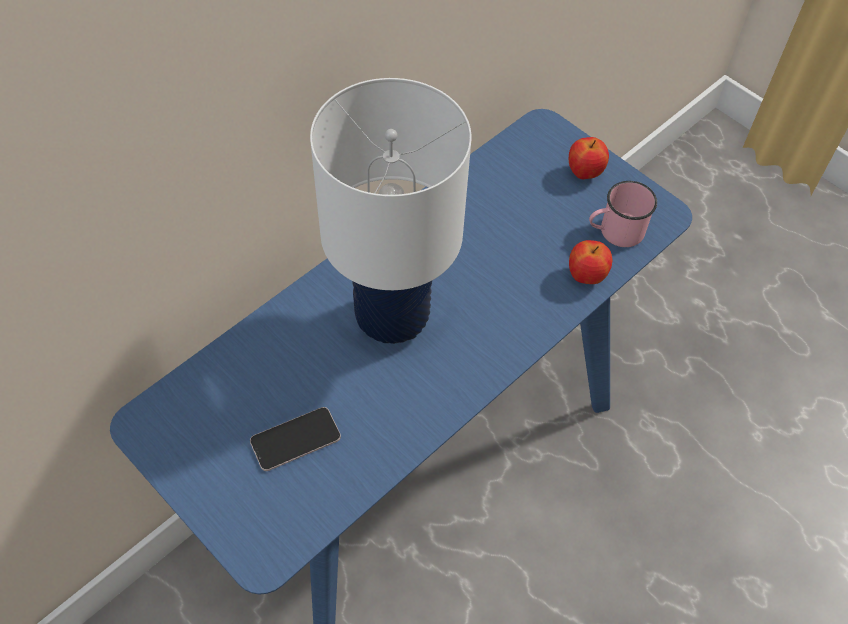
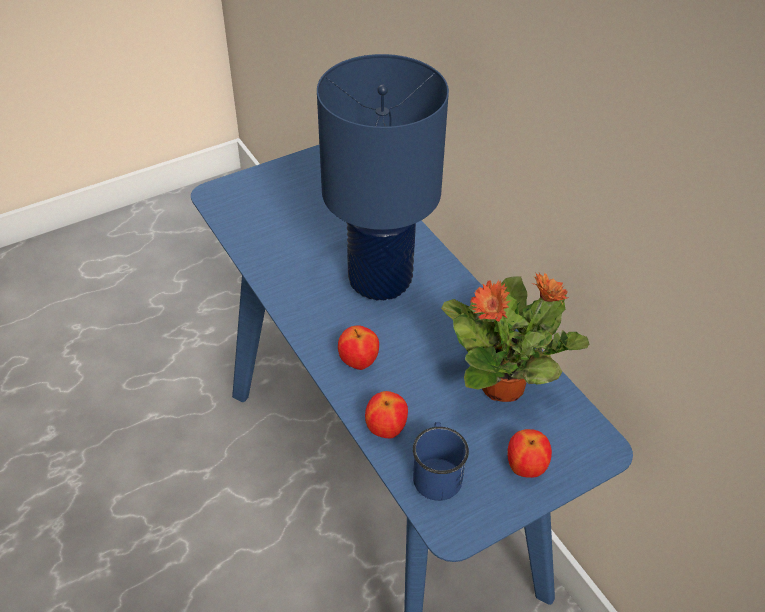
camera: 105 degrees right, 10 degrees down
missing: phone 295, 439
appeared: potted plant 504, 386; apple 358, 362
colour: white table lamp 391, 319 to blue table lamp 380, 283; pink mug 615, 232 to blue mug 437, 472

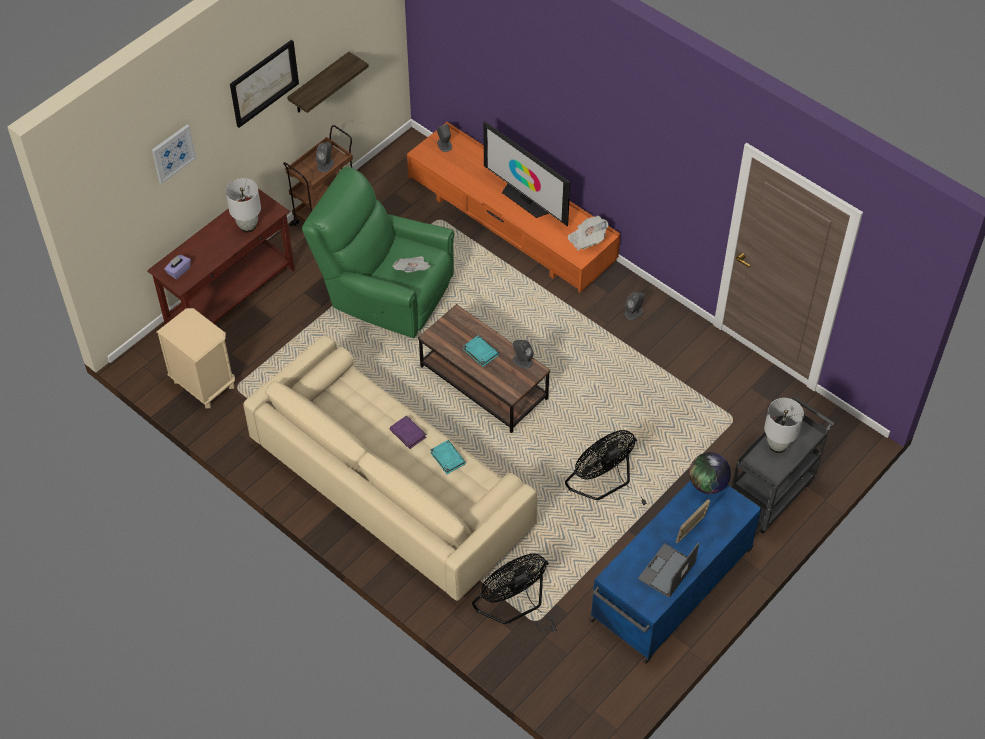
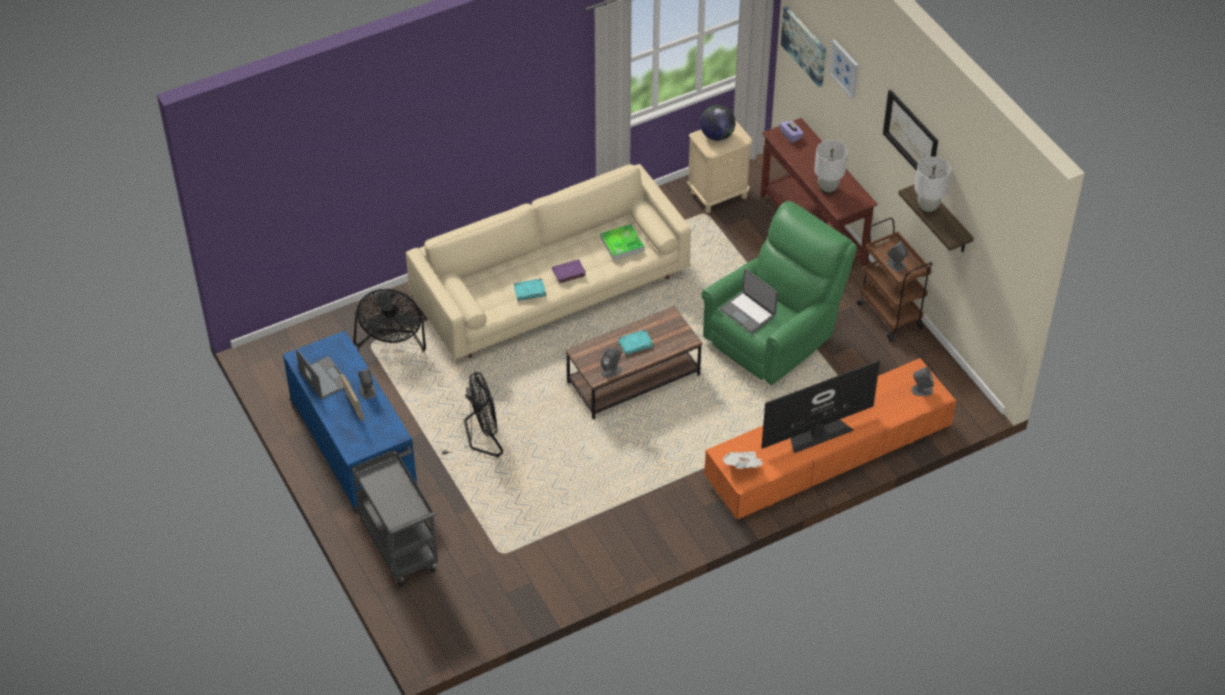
camera: 110 degrees right, 5 degrees down
appeared: picture 804, 45; tray 622, 244
relocated: grey speaker 634, 312 to 367, 391; white table lamp 778, 445 to 928, 208; globe 707, 484 to 717, 135
exchanged: newspaper 412, 271 to laptop 748, 312
spun: black fan 519, 606 = 391, 338 105 degrees clockwise

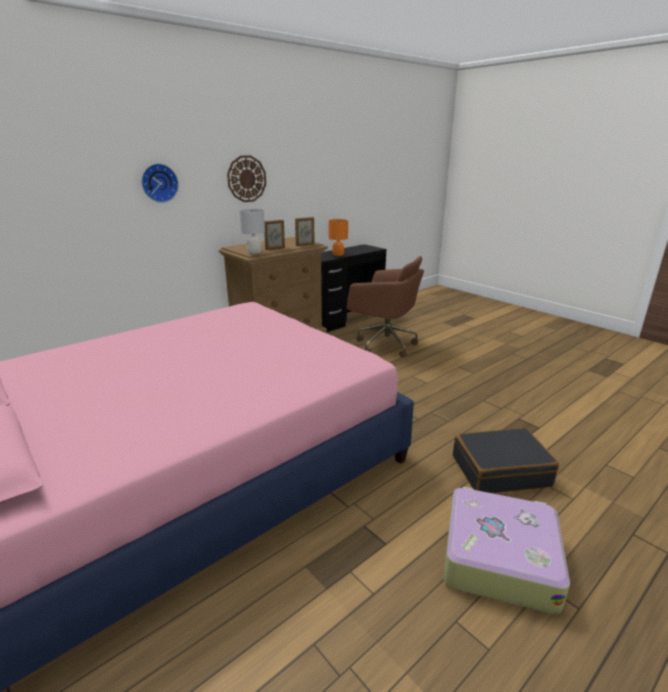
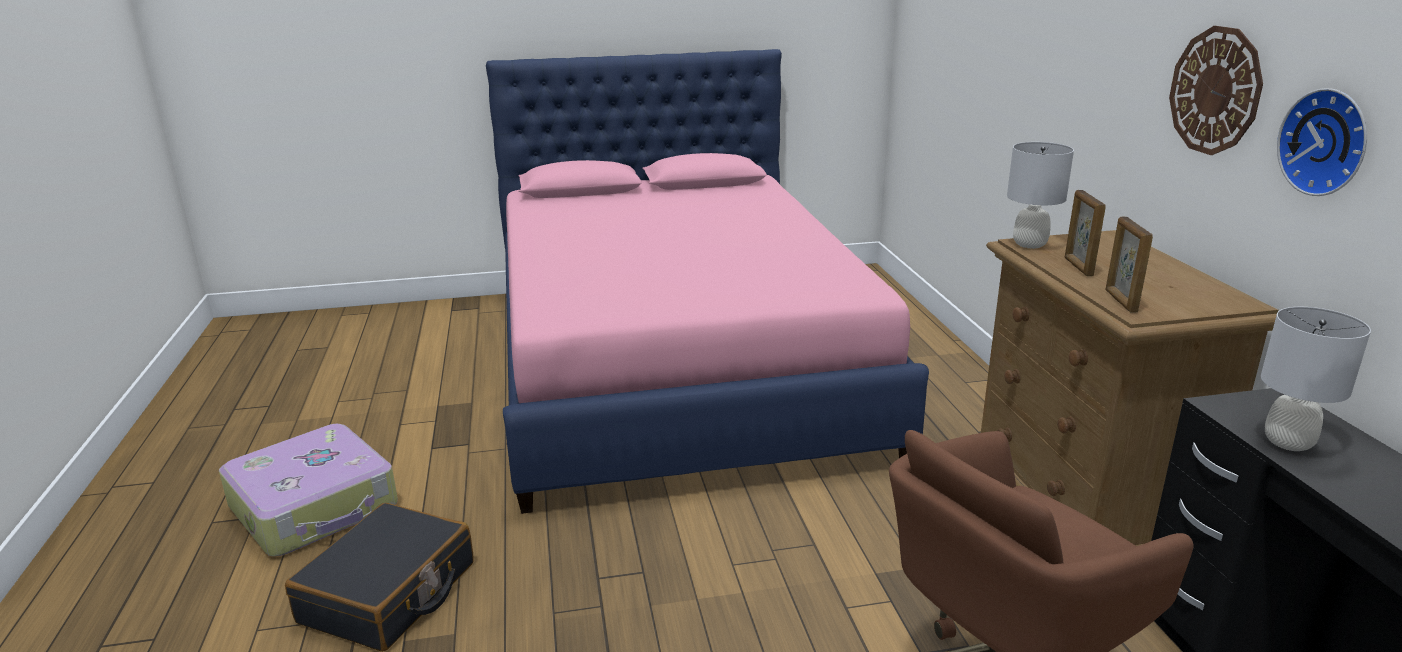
camera: 120 degrees right, 0 degrees up
relocated: wall clock 159, 183 to 1327, 142
colour: orange table lamp 338, 255 to grey table lamp 1290, 444

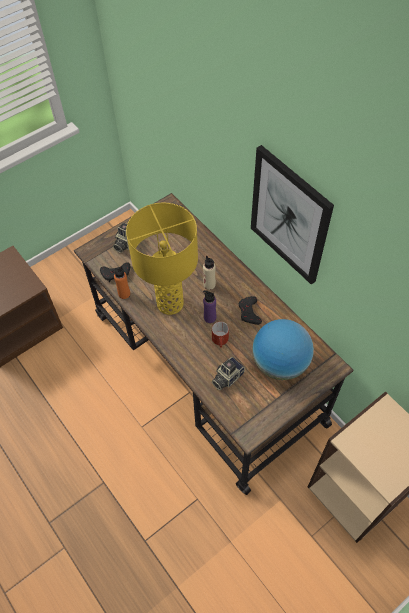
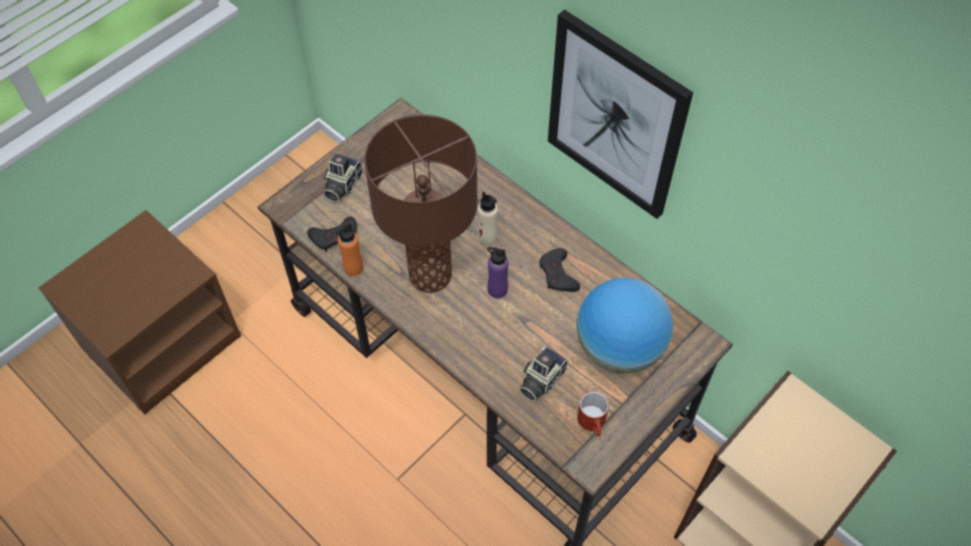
camera: 10 degrees left, 0 degrees up
relocated: red mug 221, 341 to 593, 423
colour: yellow table lamp 170, 304 to brown table lamp 430, 275

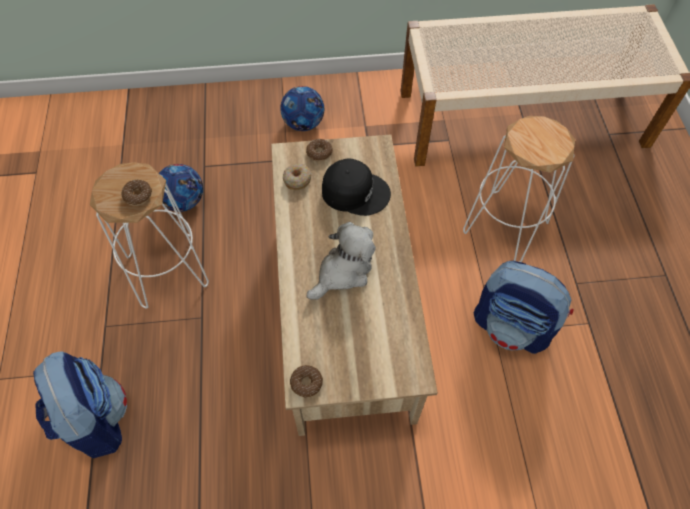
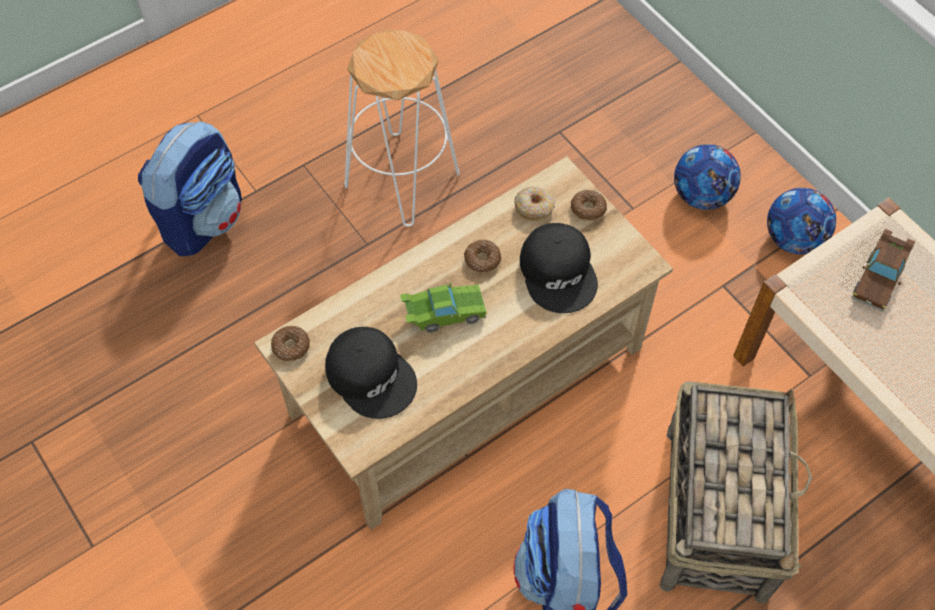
camera: 60 degrees right, 0 degrees up
appeared: brown toy car 878, 278; black cap 372, 375
relocated: football 184, 201 to 793, 239; donut 138, 195 to 482, 259
exchanged: white stool 504, 226 to basket 716, 510; plush toy 343, 271 to green toy car 444, 314

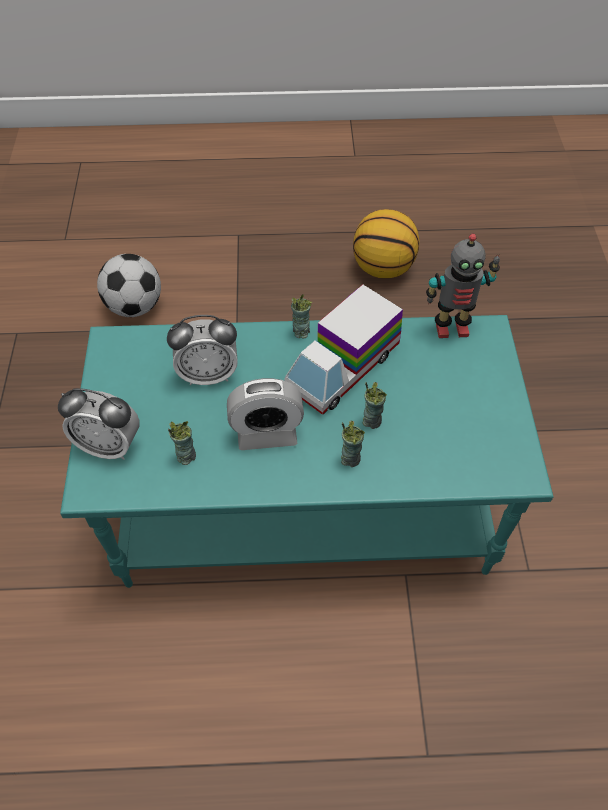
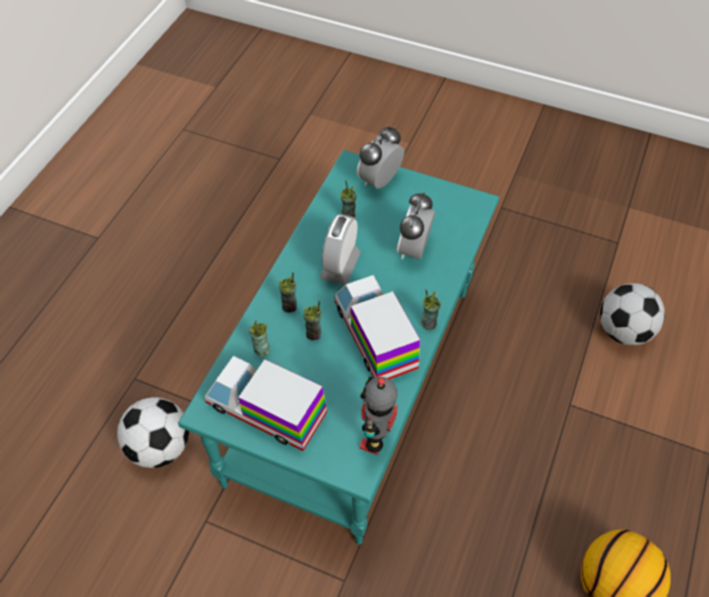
camera: 115 degrees right, 0 degrees up
appeared: cup 261, 350; toy truck 266, 410; football 160, 447

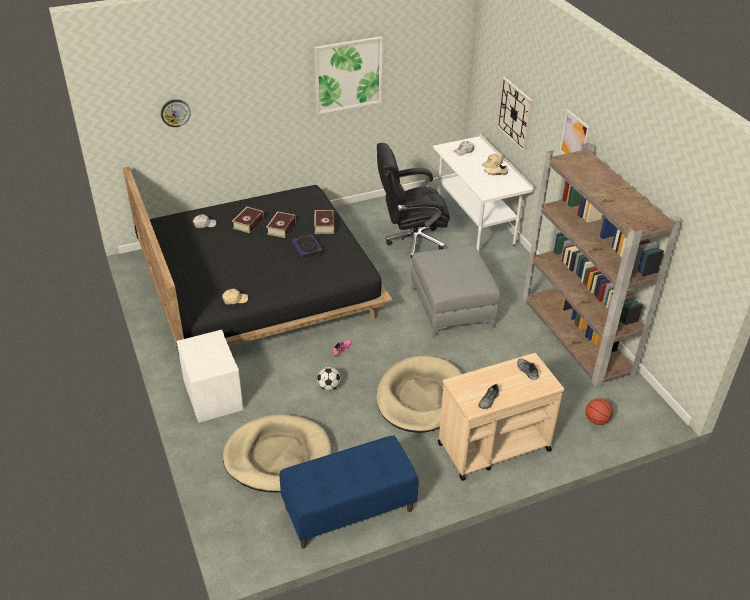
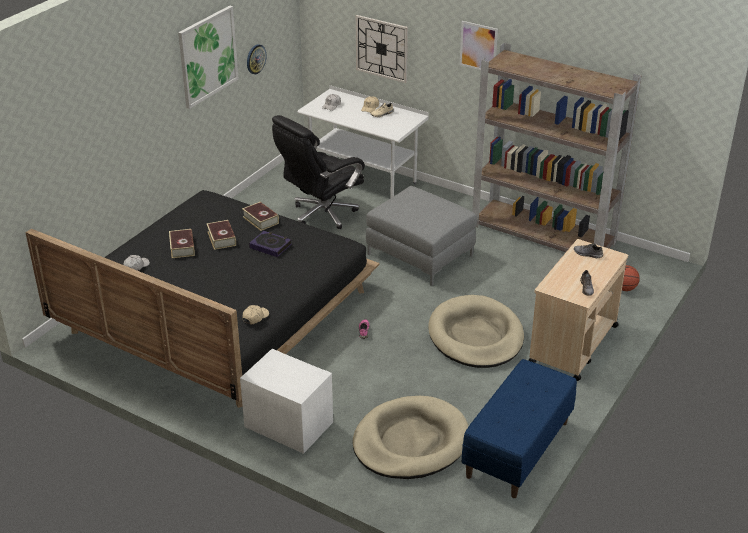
camera: 35 degrees left, 5 degrees down
missing: football 328, 387
relocated: wall clock 175, 112 to 255, 59

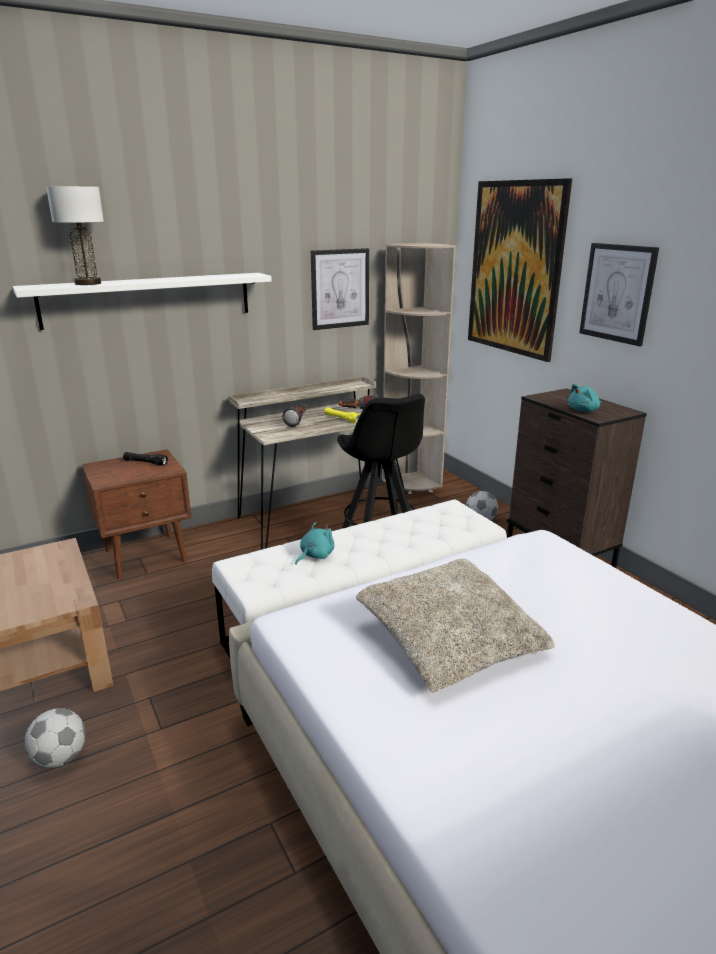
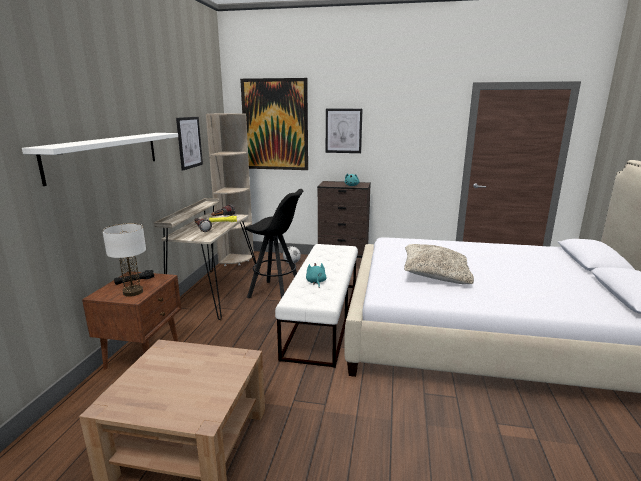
camera: 50 degrees left, 5 degrees down
missing: football 60, 757
relocated: table lamp 87, 283 to 132, 292

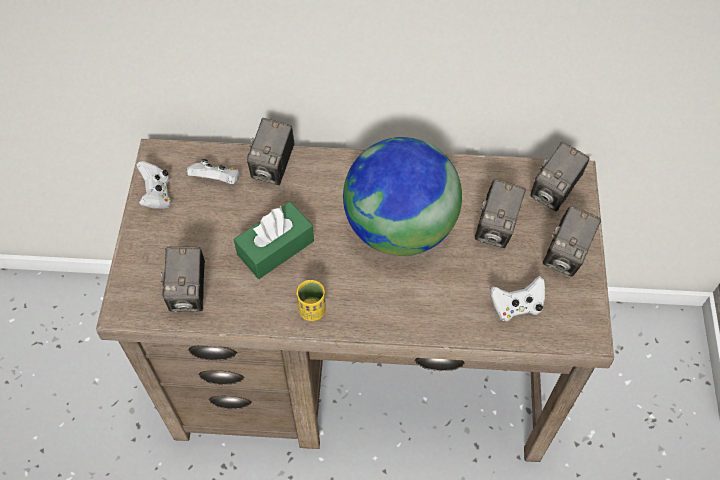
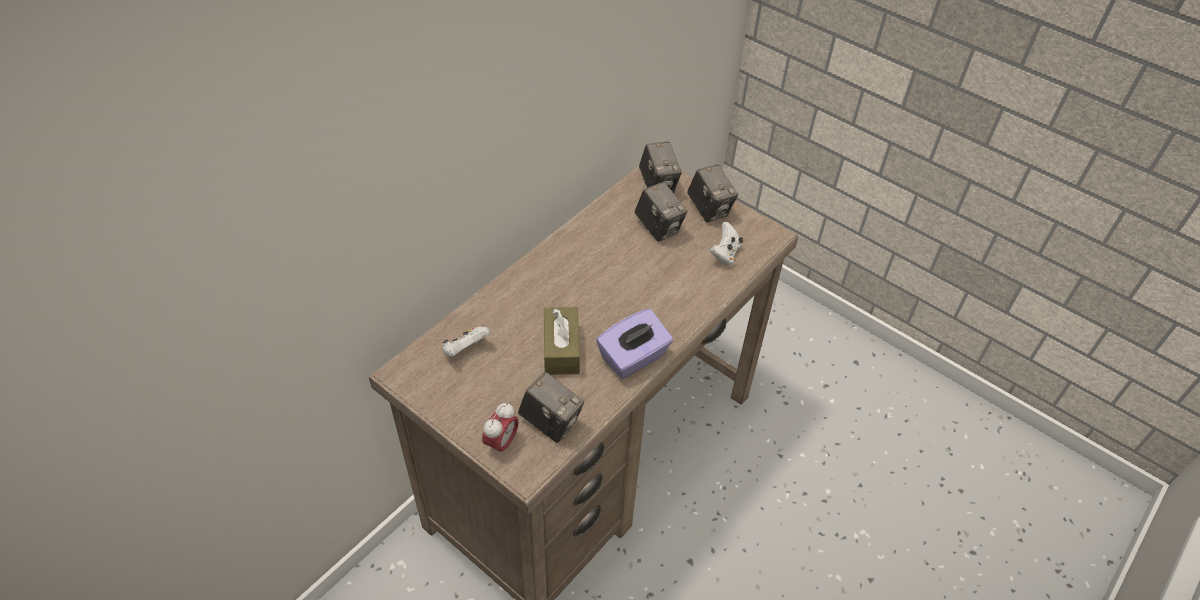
camera: 55 degrees left, 10 degrees down
missing: photo camera 273, 167; globe 400, 228; white game controller 157, 195
appeared: alarm clock 501, 443
exchanged: yellow cup 312, 310 to purple tissue box 633, 358
colour: green tissue box 275, 248 to brown tissue box 561, 349

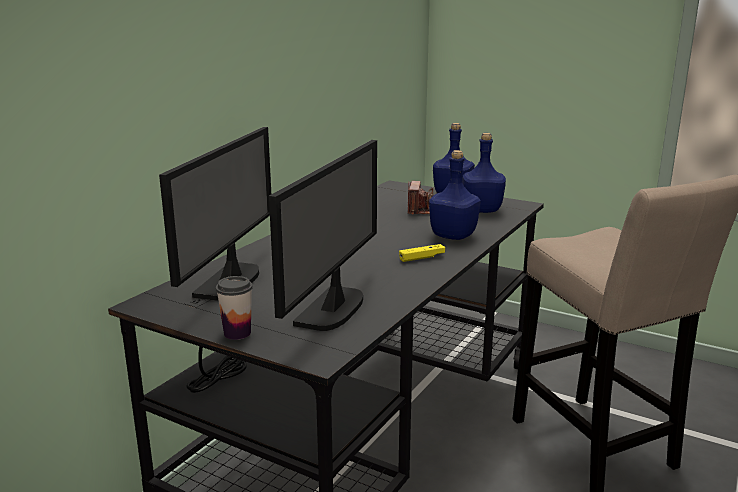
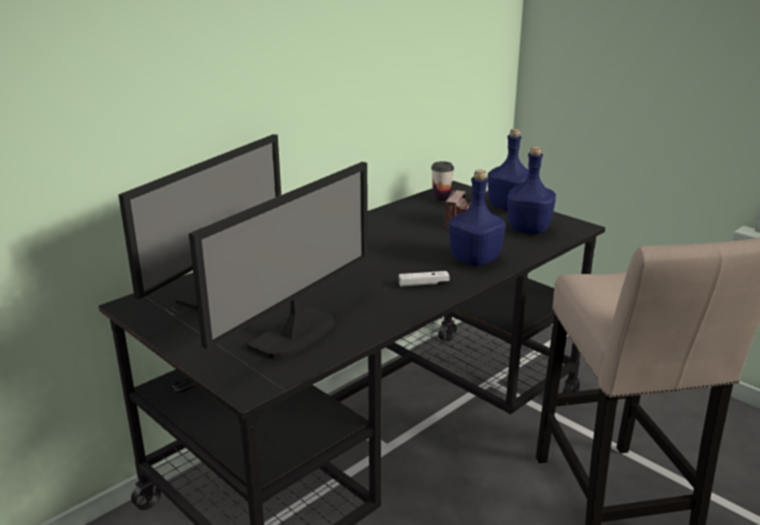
camera: 15 degrees right, 5 degrees up
relocated: cup 237, 333 to 441, 198
colour: yellow game controller 422, 258 to white game controller 423, 284

